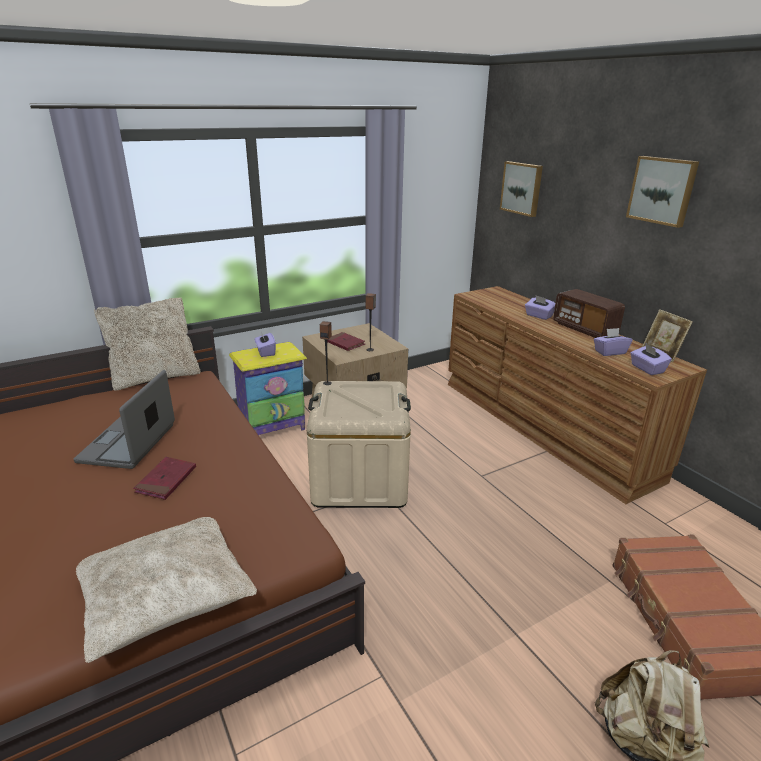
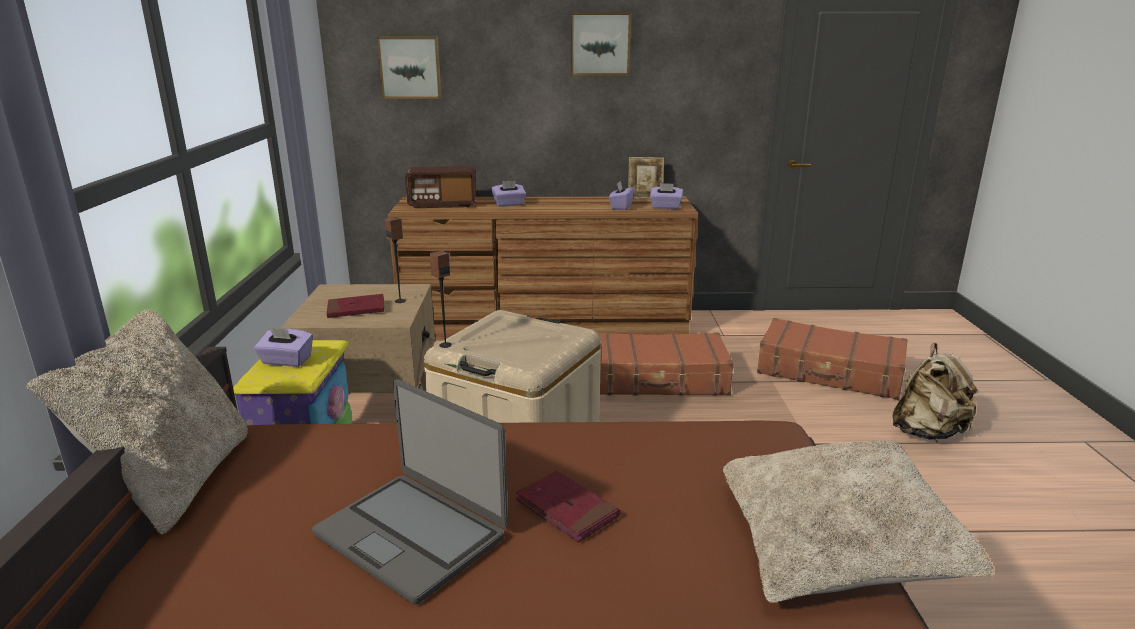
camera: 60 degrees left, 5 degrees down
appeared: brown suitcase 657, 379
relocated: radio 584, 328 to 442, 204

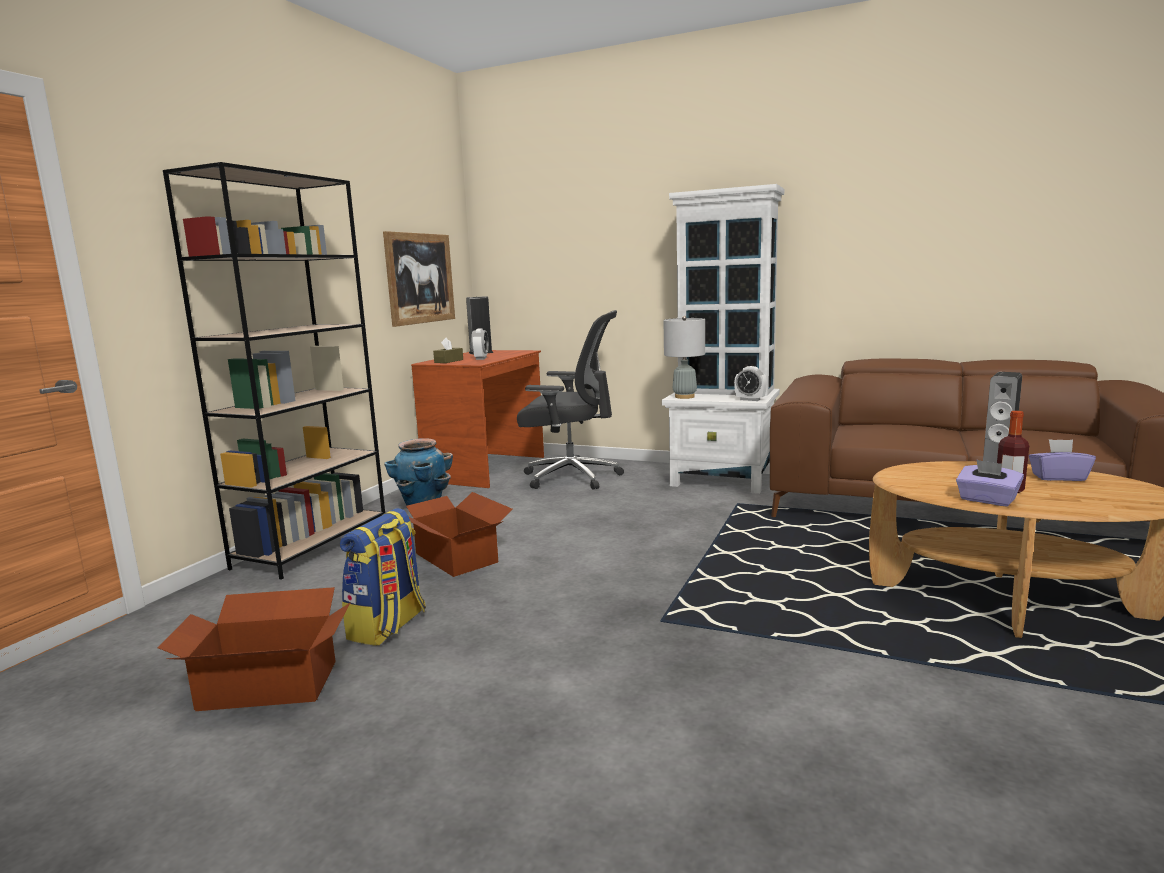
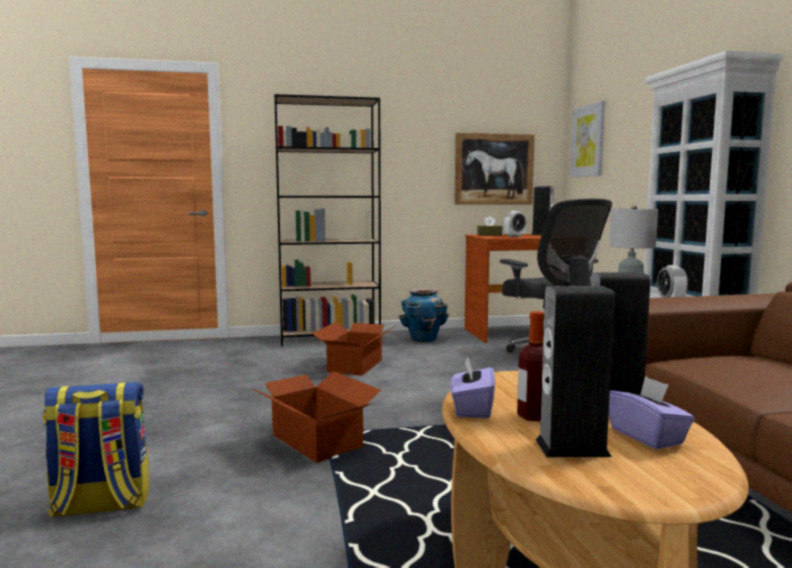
camera: 55 degrees right, 5 degrees down
appeared: picture 588, 141; speaker 572, 448
relocated: backpack 388, 626 to 100, 505; cardboard box 268, 684 to 317, 441

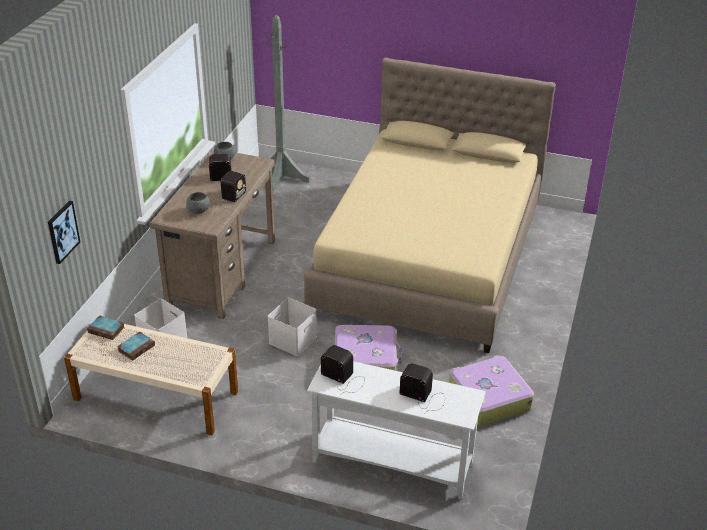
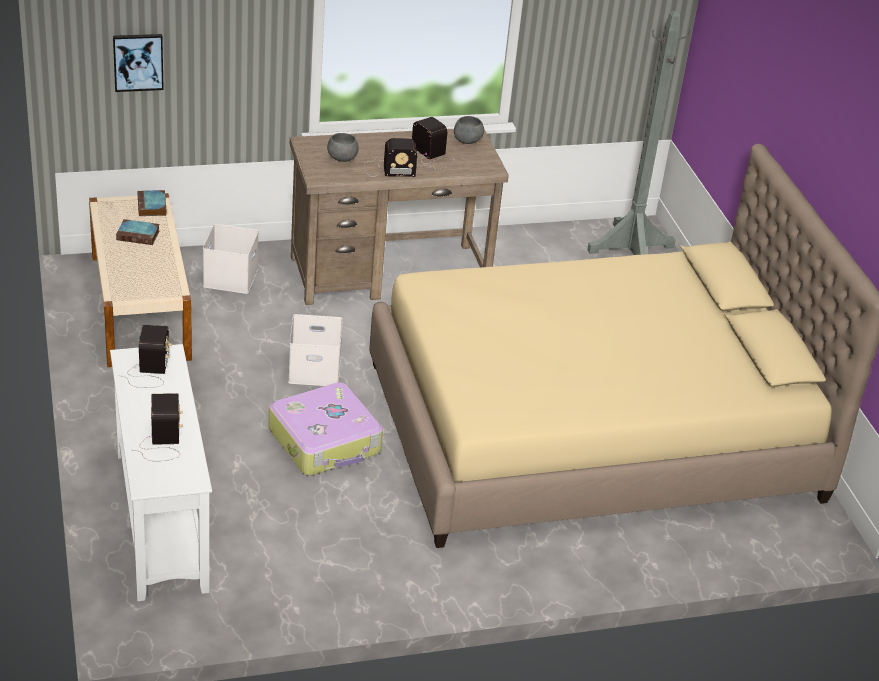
camera: 55 degrees right, 0 degrees up
missing: suitcase 488, 398

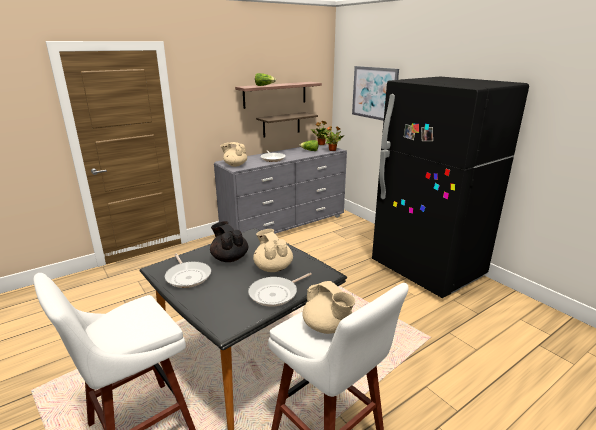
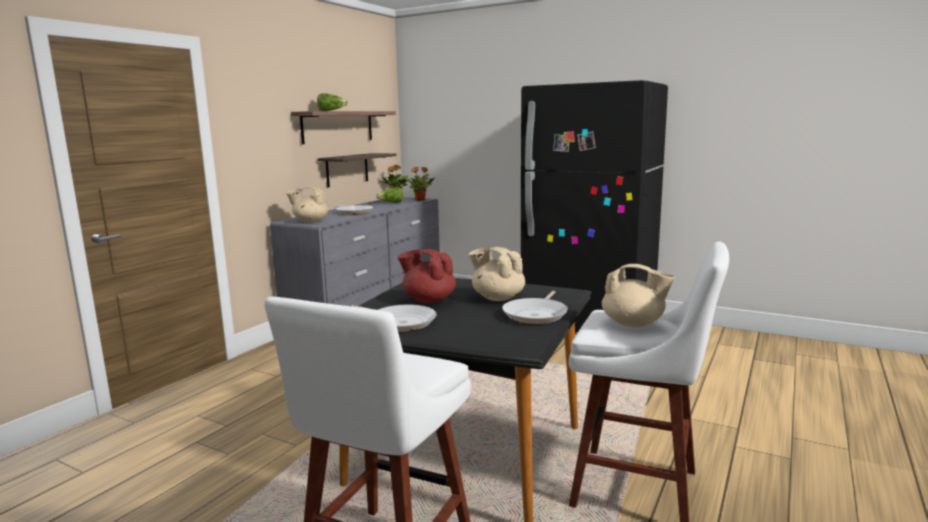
camera: 25 degrees left, 10 degrees down
missing: picture 374, 93
colour: black teapot 229, 258 to red teapot 428, 300

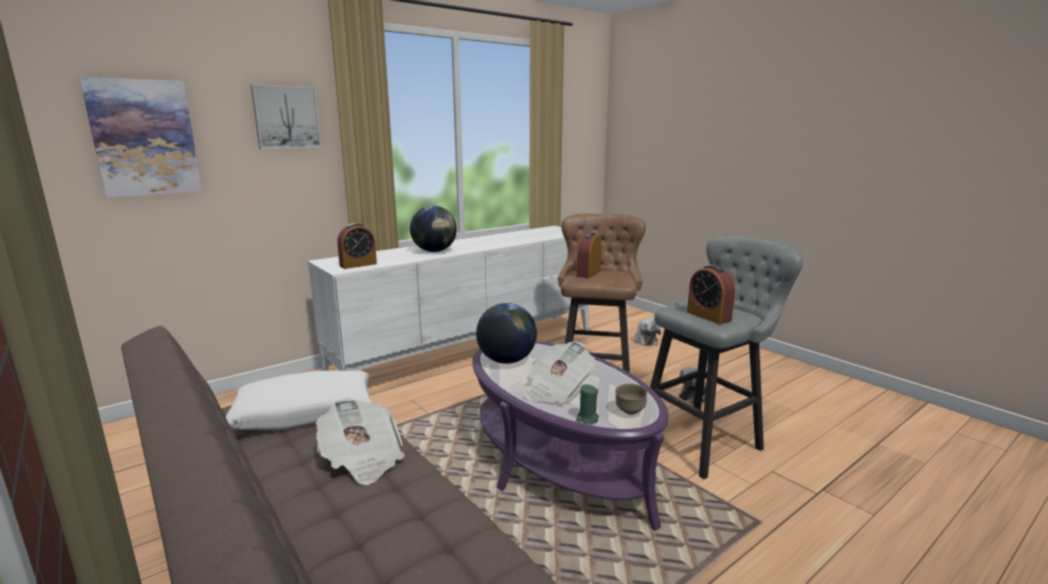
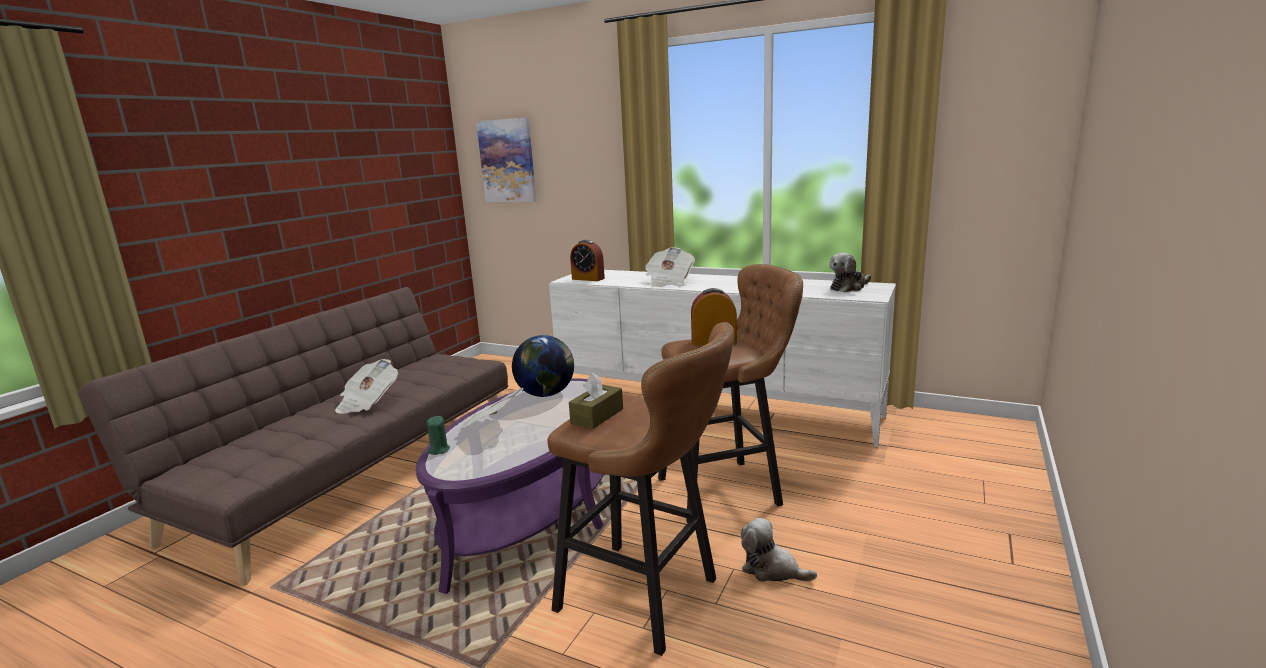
camera: 65 degrees right, 0 degrees up
missing: picture 286, 117; white pillow 305, 413; brown bowl 629, 412
relocated: plush toy 645, 340 to 849, 287
exchanged: globe 434, 251 to newspaper 668, 281; alarm clock 708, 316 to brown tissue box 597, 416
colour: grey stool 709, 438 to brown stool 653, 600

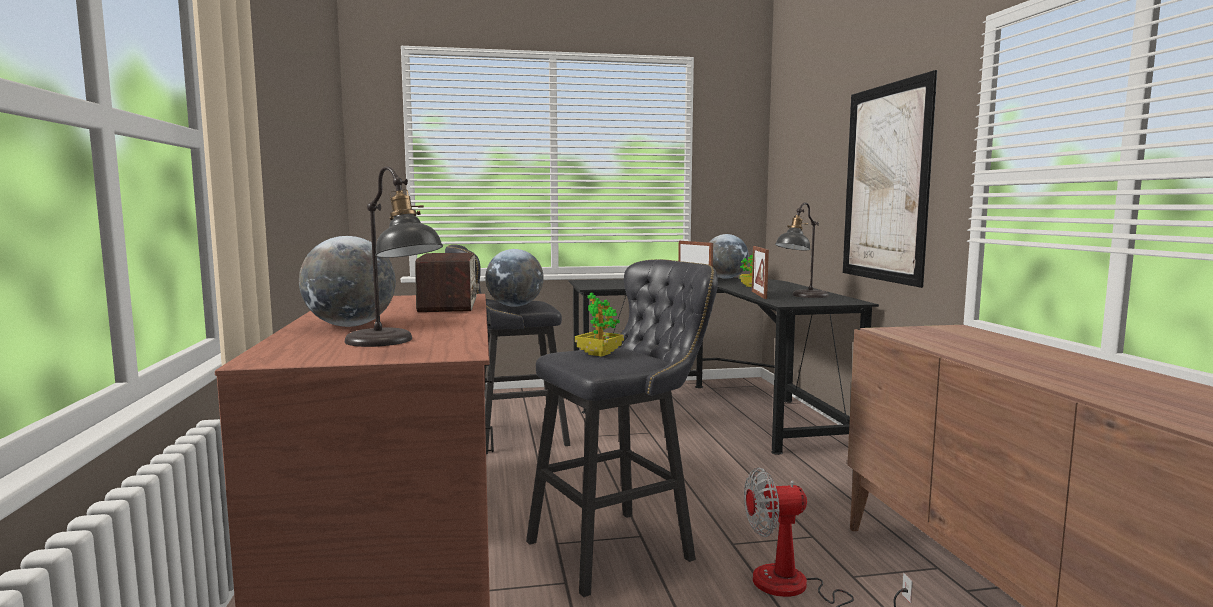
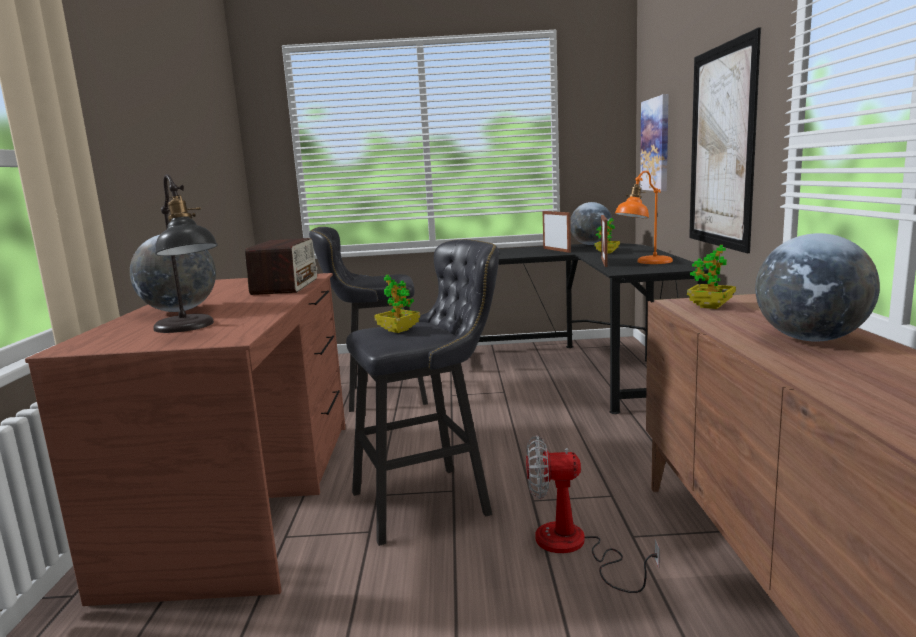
camera: 10 degrees right, 5 degrees up
appeared: picture 656, 144; potted plant 710, 306
relocated: globe 515, 306 to 811, 339
colour: grey table lamp 802, 297 to orange table lamp 644, 263

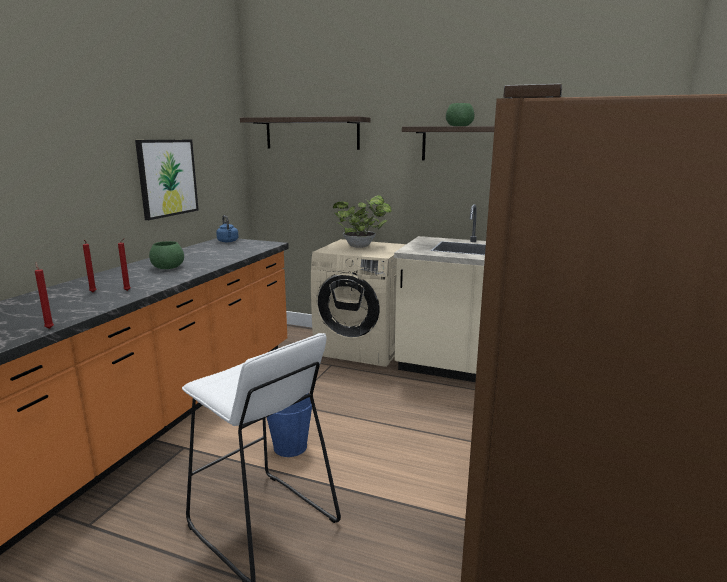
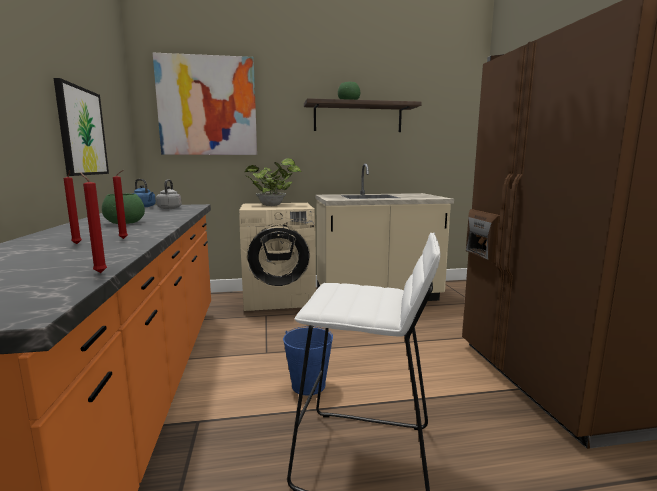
camera: 30 degrees left, 5 degrees down
appeared: grey kettle 170, 208
exchanged: shelf 312, 133 to picture 207, 106

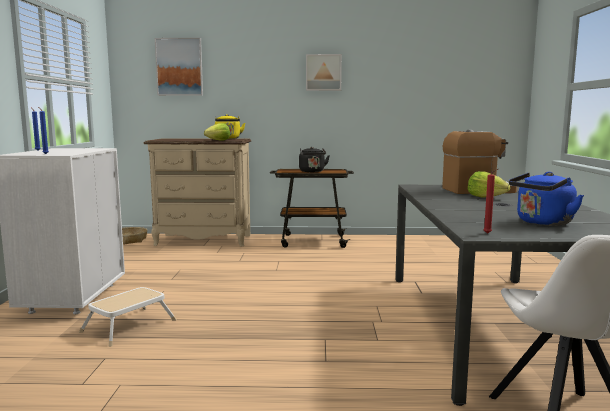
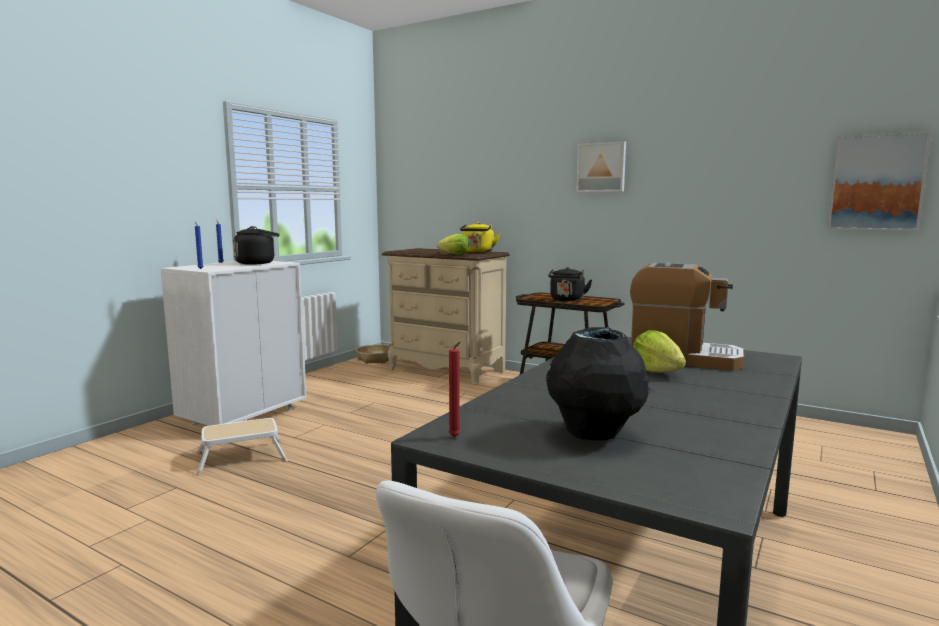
camera: 30 degrees right, 0 degrees up
appeared: black kettle 257, 263
relocated: picture 179, 67 to 876, 182
exchanged: blue kettle 542, 223 to black vase 594, 434

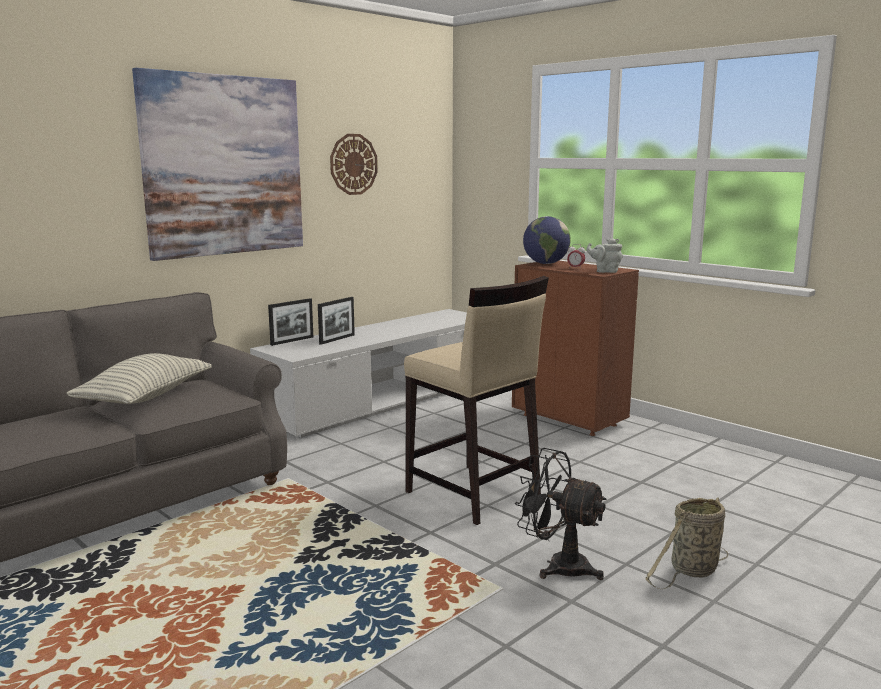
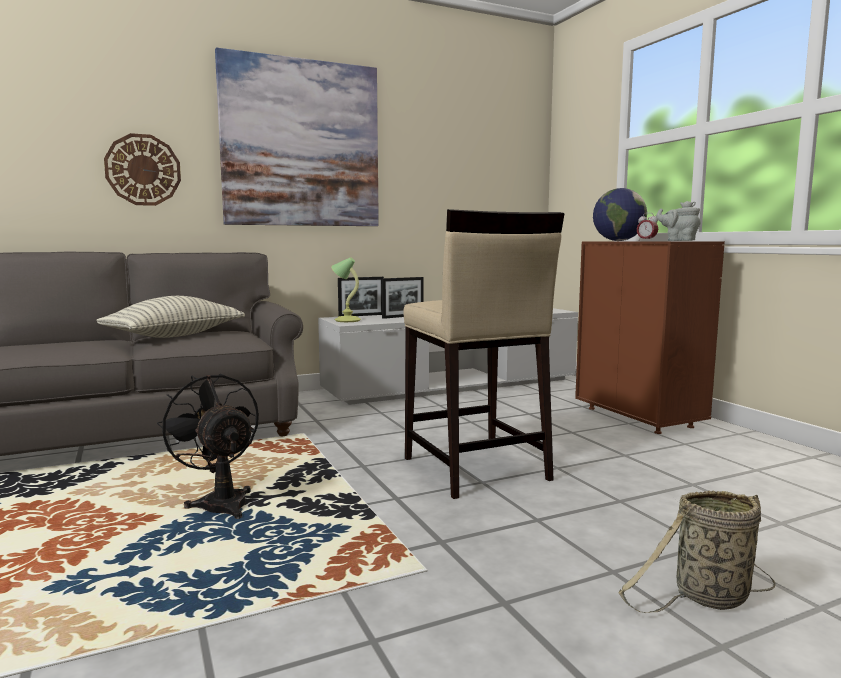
camera: 20 degrees right, 5 degrees down
appeared: table lamp 346, 320
relocated: wall clock 353, 164 to 143, 170; black fan 558, 565 to 220, 502

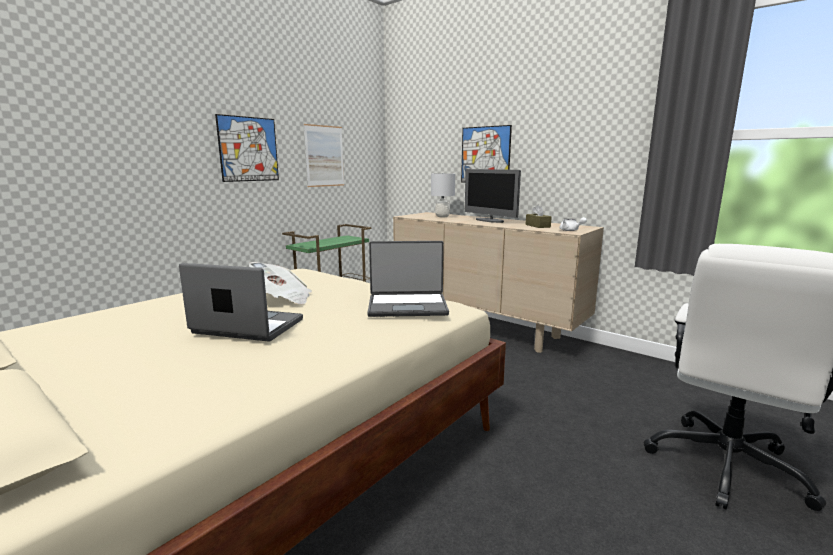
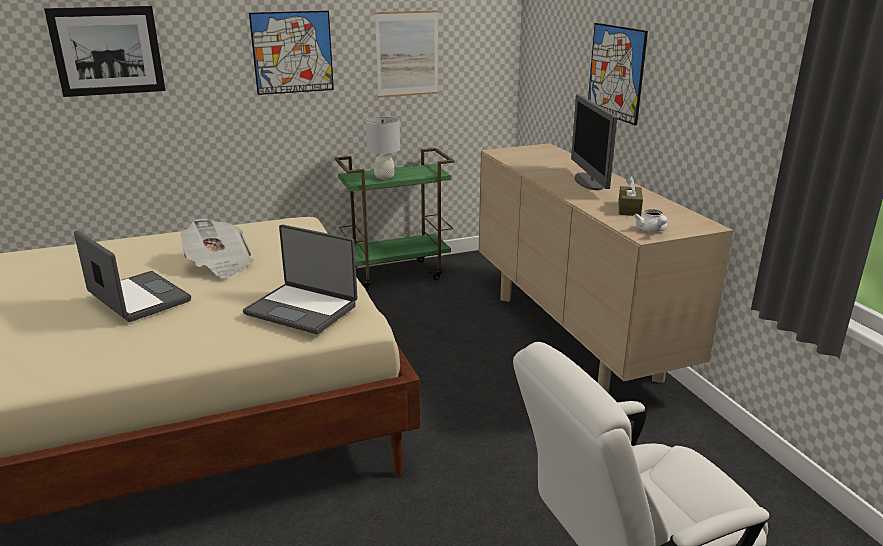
camera: 30 degrees right, 10 degrees up
appeared: picture 107, 51
relocated: grey table lamp 441, 217 to 383, 178

